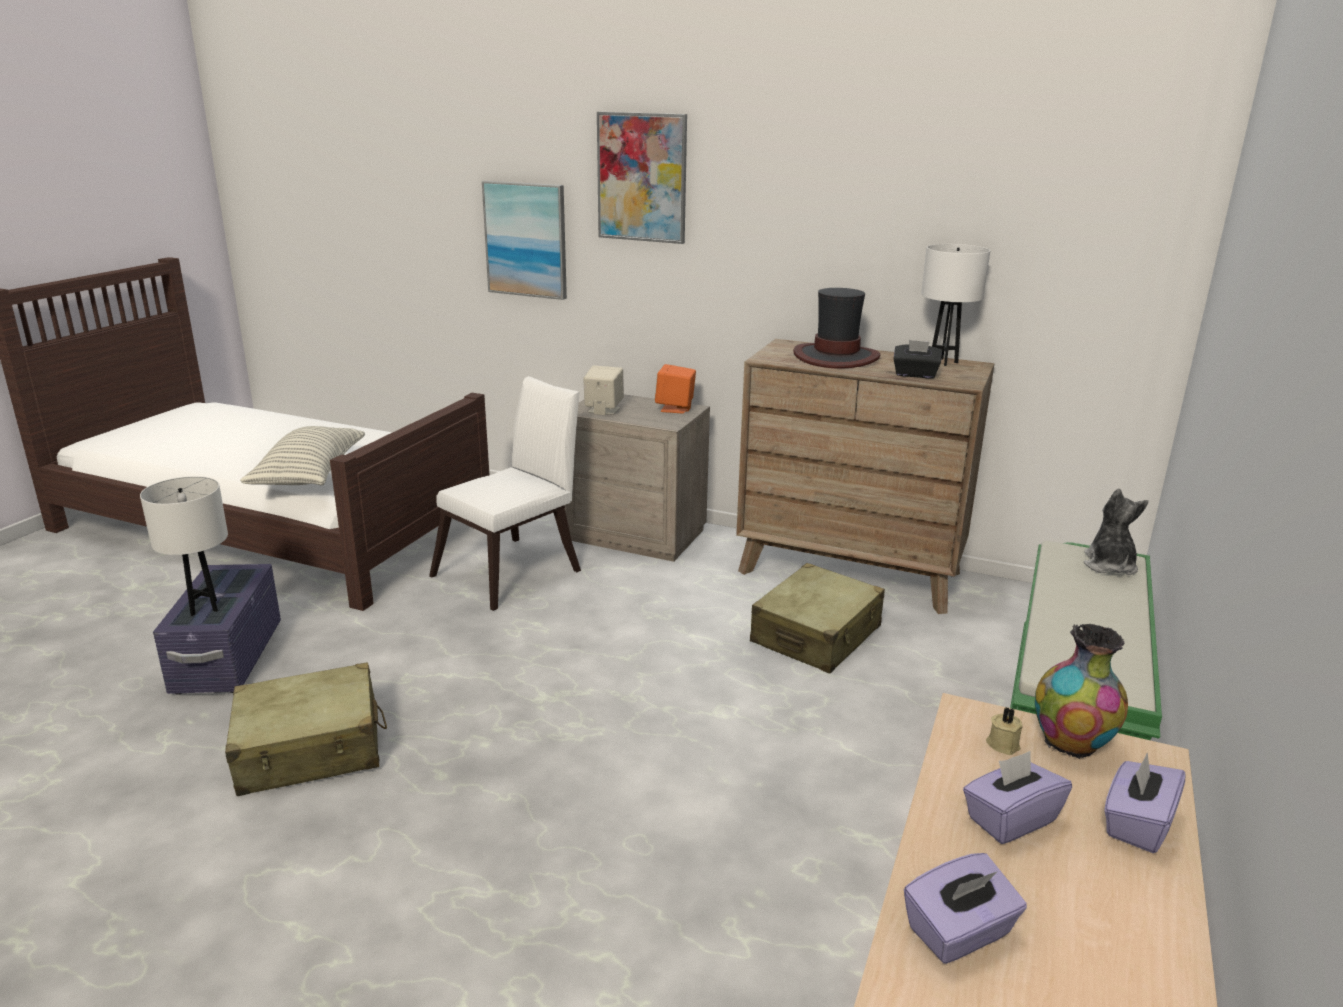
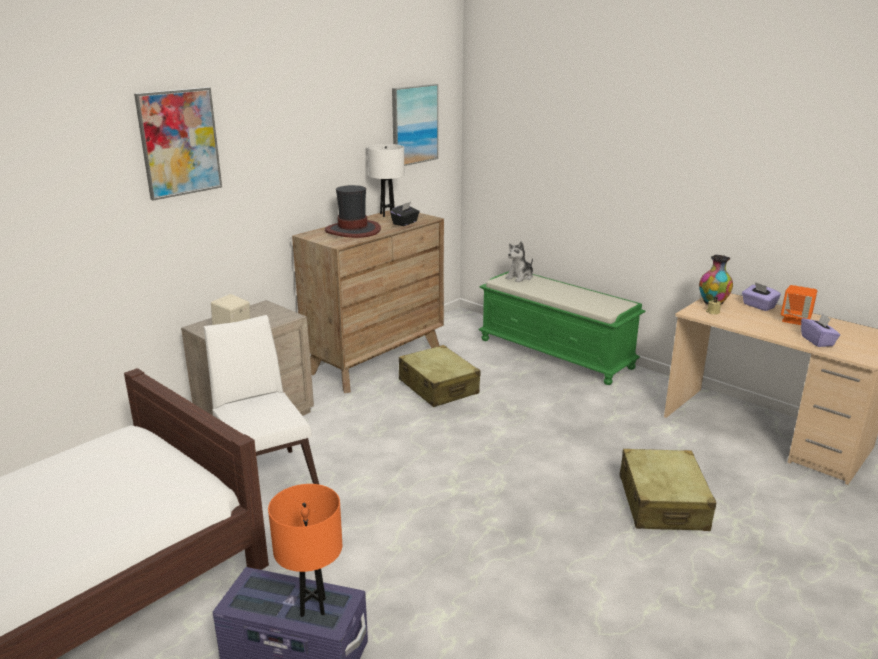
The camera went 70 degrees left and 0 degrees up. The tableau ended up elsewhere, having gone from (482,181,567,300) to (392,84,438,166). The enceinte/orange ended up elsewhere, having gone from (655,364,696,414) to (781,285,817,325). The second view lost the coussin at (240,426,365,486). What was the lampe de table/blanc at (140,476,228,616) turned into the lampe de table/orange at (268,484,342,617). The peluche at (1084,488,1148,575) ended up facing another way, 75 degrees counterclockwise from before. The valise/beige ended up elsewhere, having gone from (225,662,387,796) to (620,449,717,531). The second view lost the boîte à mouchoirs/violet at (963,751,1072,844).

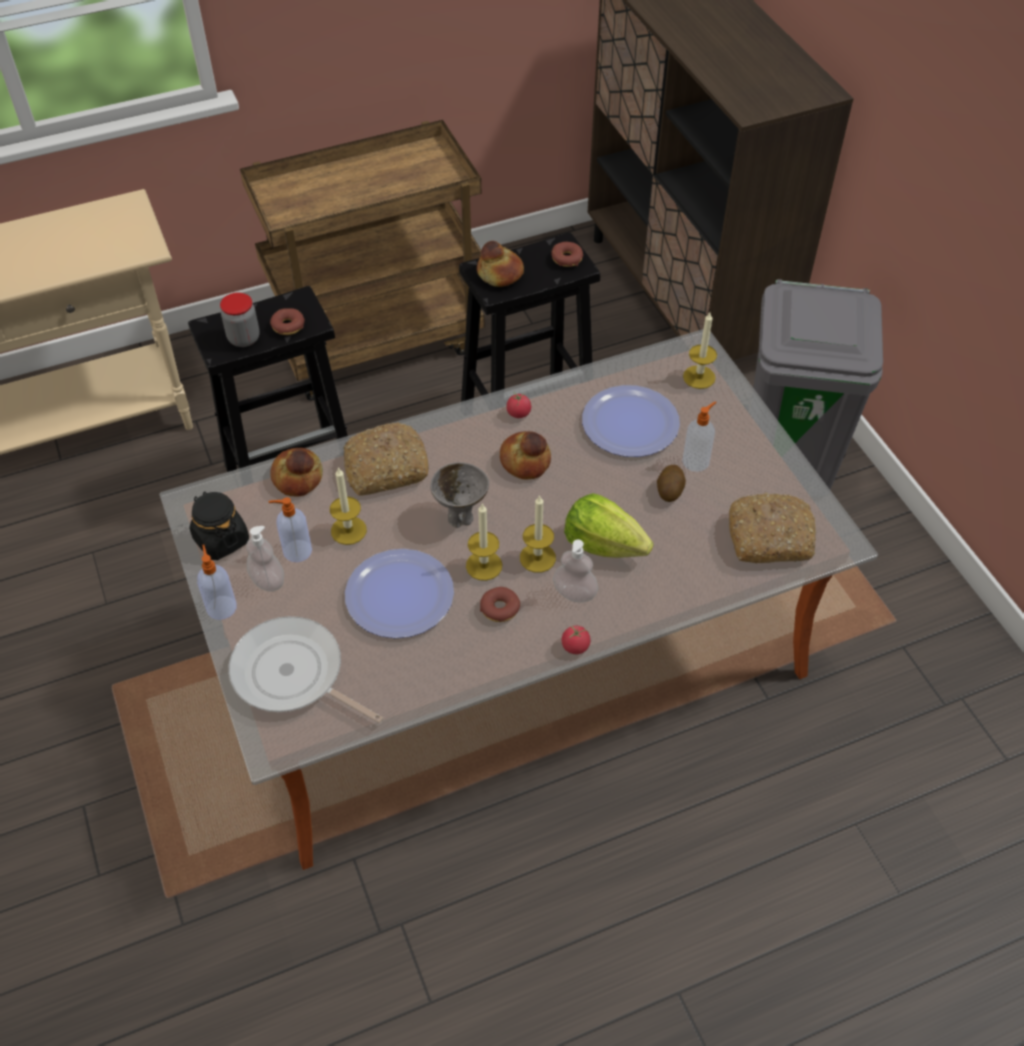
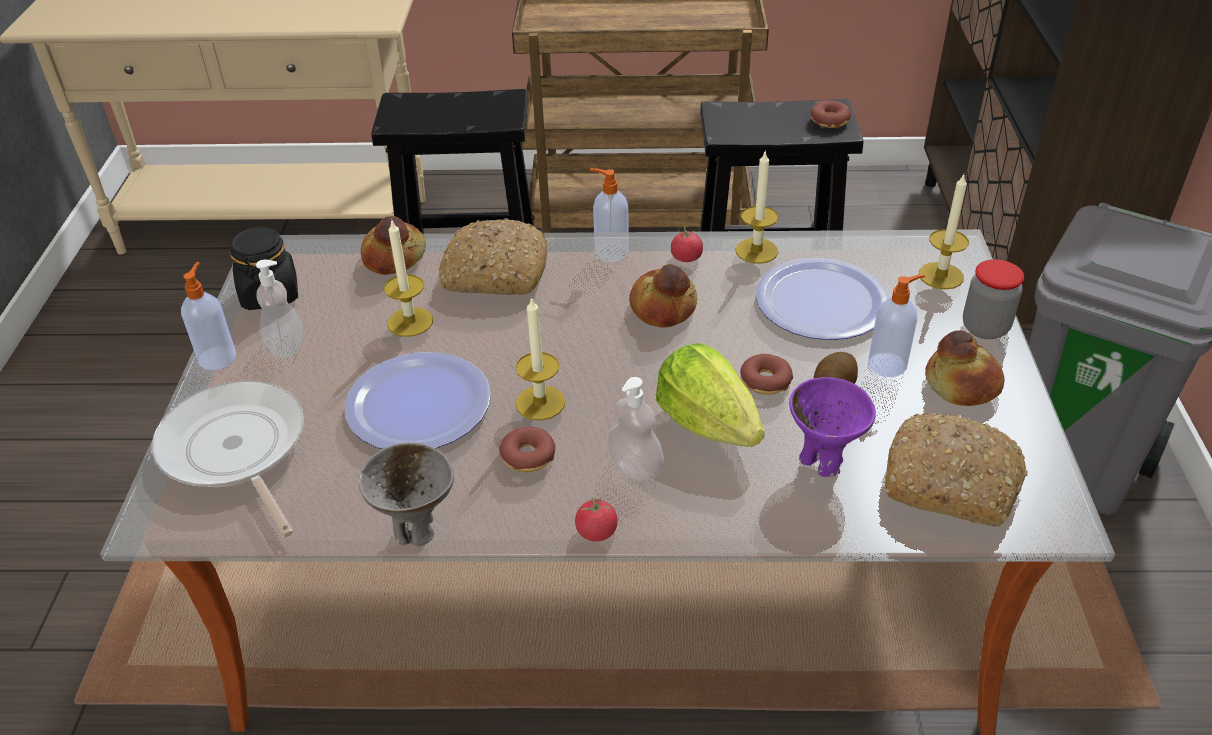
The camera went 25 degrees right and 10 degrees down. The pain ended up elsewhere, having gone from (477,241,524,287) to (925,330,1004,406). The bocal ended up elsewhere, having gone from (220,293,260,347) to (963,259,1024,339). The beignet ended up elsewhere, having gone from (270,308,305,335) to (740,354,793,395). The bol/gris ended up elsewhere, having gone from (430,462,489,528) to (359,442,454,547). The bougie ended up elsewhere, having gone from (520,495,556,573) to (736,152,778,264). The distributeur de savon ended up elsewhere, having gone from (269,497,312,562) to (590,168,629,262). The second view gained the bol/violet at (789,377,876,477).

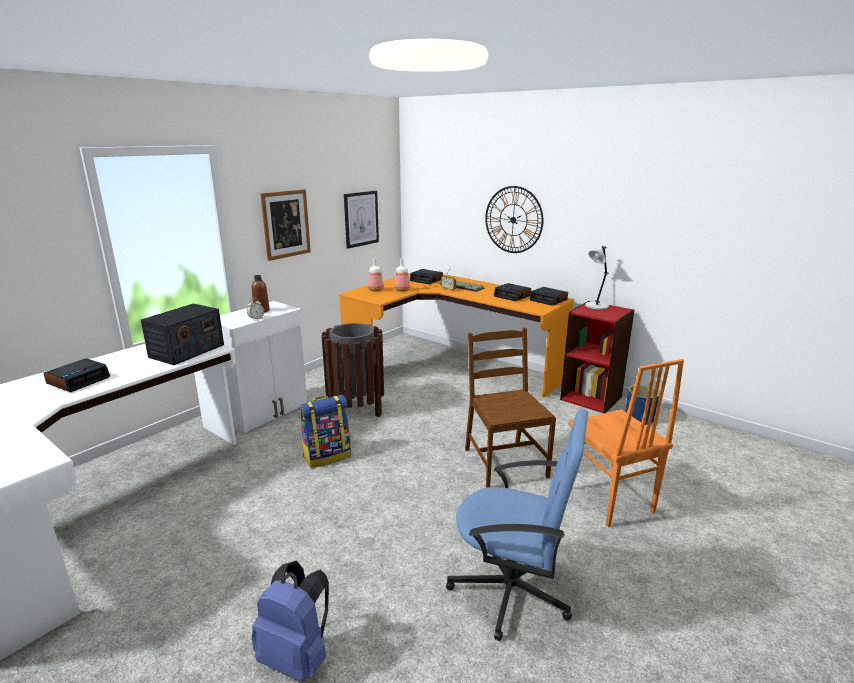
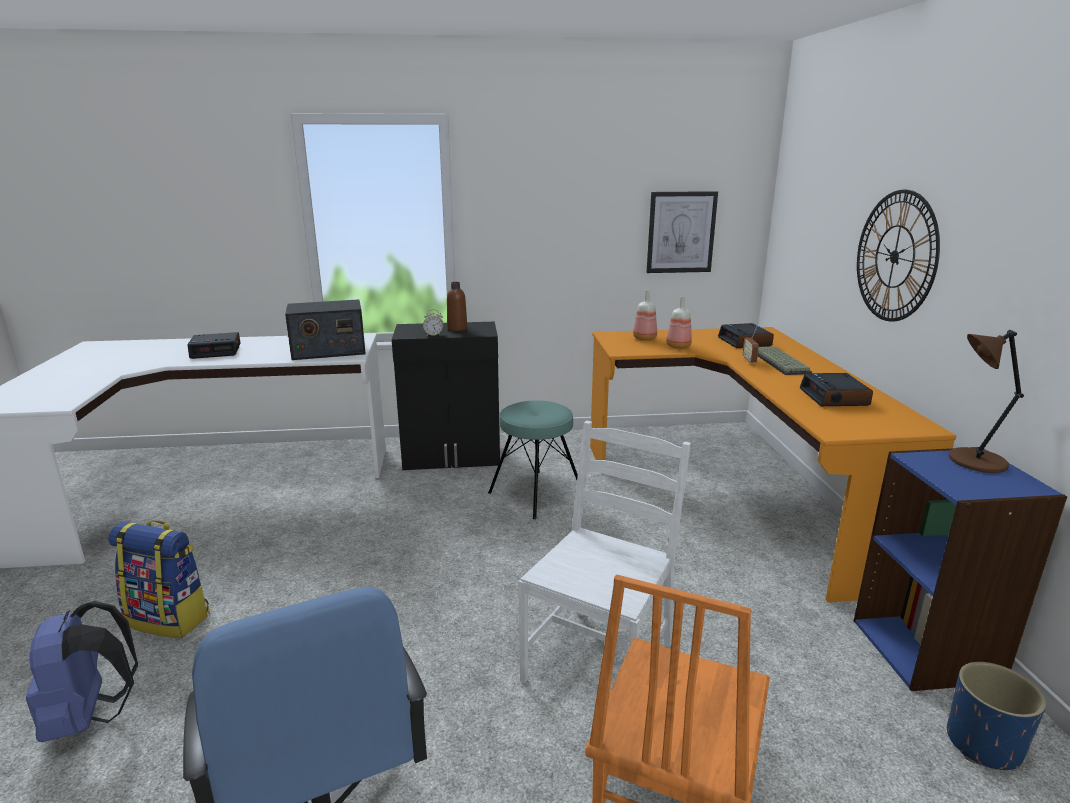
The camera went 45 degrees right and 0 degrees up. The second view lost the tableau at (260,189,311,261). What was the lampe de table/gris at (585,246,609,310) turned into the lampe de table/marron at (949,330,1024,473). The second view lost the réveil at (529,287,568,306). What was the meuble de rangement/blanc at (220,301,308,433) turned into the meuble de rangement/noir at (392,322,500,470). What was the bibliothèque/rouge at (560,301,635,413) turned into the bibliothèque/bleu at (854,447,1067,691). Where the poubelle/marron stood at (321,323,384,417), the tabouret/turquoise came to stand at (488,400,578,519). What was the chaise/marron at (465,328,556,488) turned into the chaise/blanc at (518,421,691,683). The sac à dos ended up elsewhere, having gone from (300,395,351,468) to (108,520,210,638).

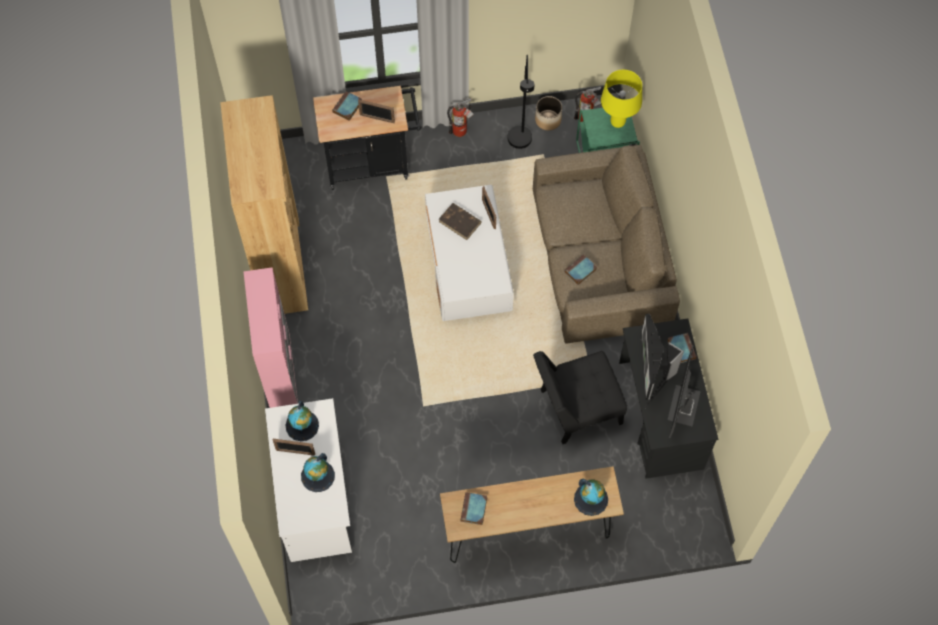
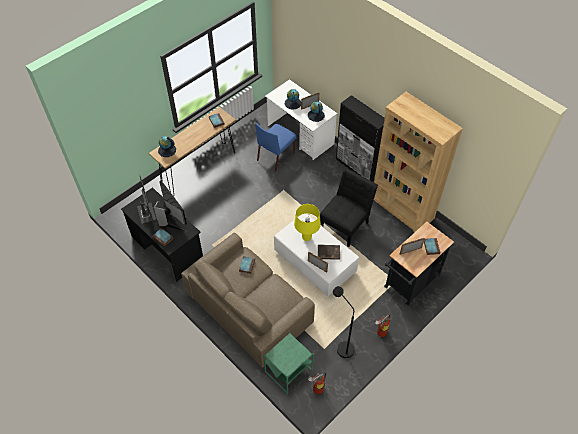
The camera went 145 degrees right and 10 degrees down. The lampe de table/jaune ended up elsewhere, having gone from (601,70,642,128) to (294,204,321,241). The second view lost the cache-pot at (535,96,562,131). What was the meuble de rangement/rose at (244,267,298,408) turned into the meuble de rangement/noir at (336,95,385,182). The chaise/noir ended up elsewhere, having gone from (533,351,627,444) to (320,168,378,247). The second view gained the chaise/bleu at (255,123,297,172).

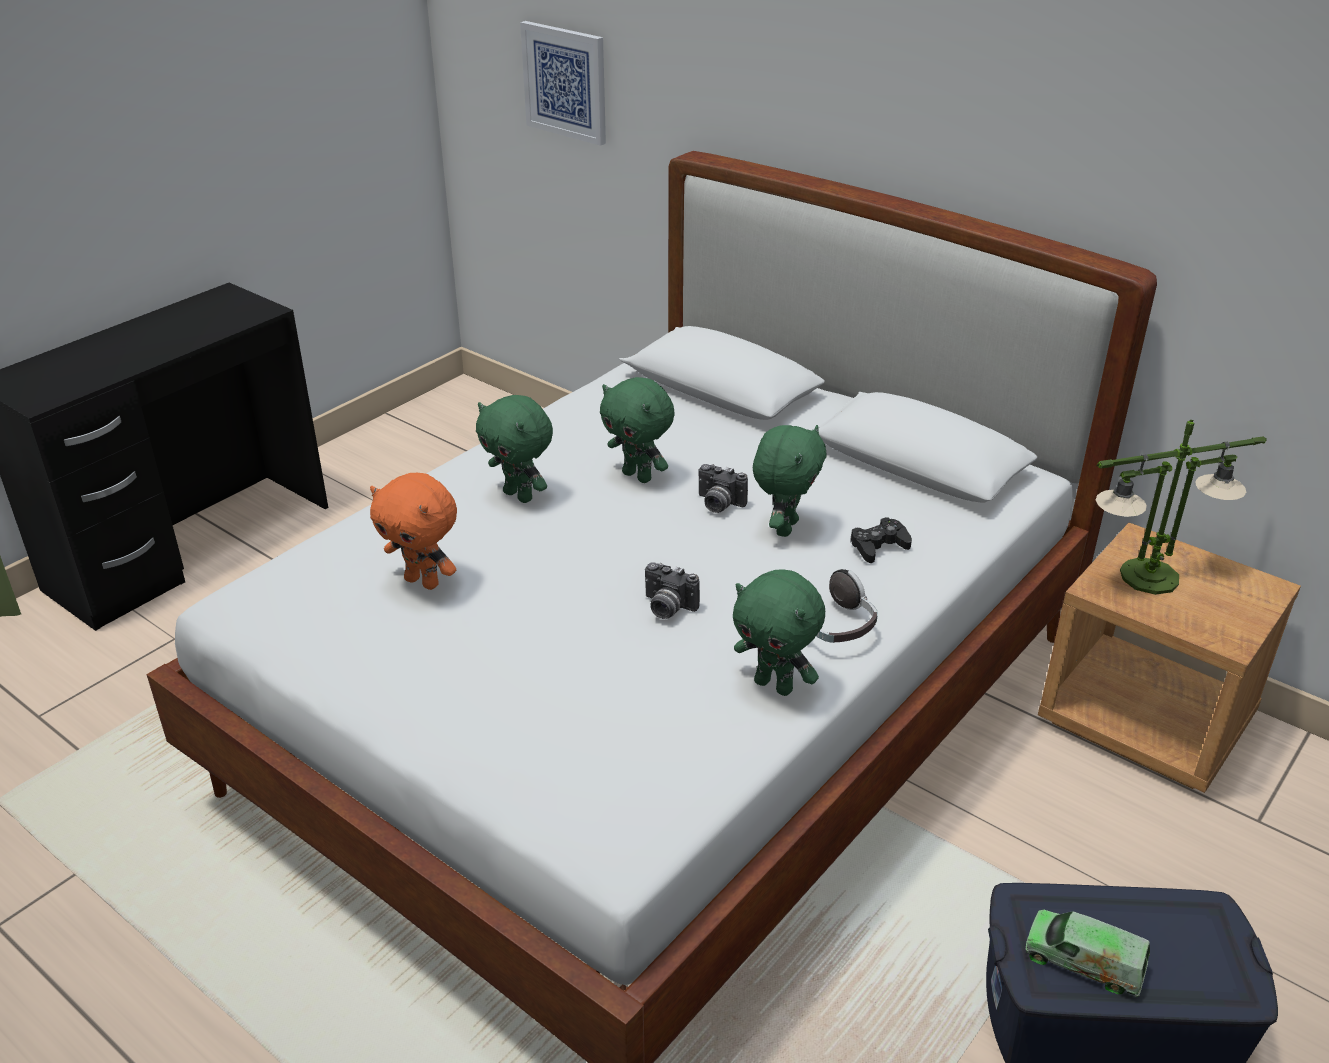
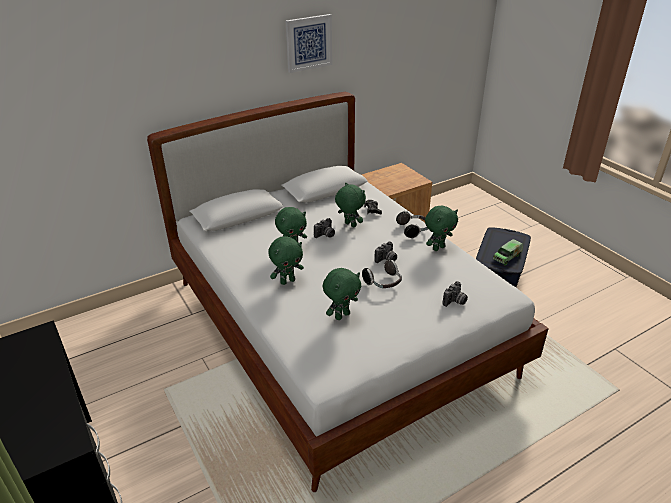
The camera went 70 degrees left and 0 degrees up. The tableau ended up elsewhere, having gone from (520,21,606,146) to (286,14,332,73). The second view lost the lampe de table at (1096,420,1267,595). What was the peluche/orange at (370,473,457,590) turned into the peluche/vert at (323,268,361,320). The second view gained the casque audio at (362,259,402,288). The second view gained the appareil photo at (442,281,468,307).

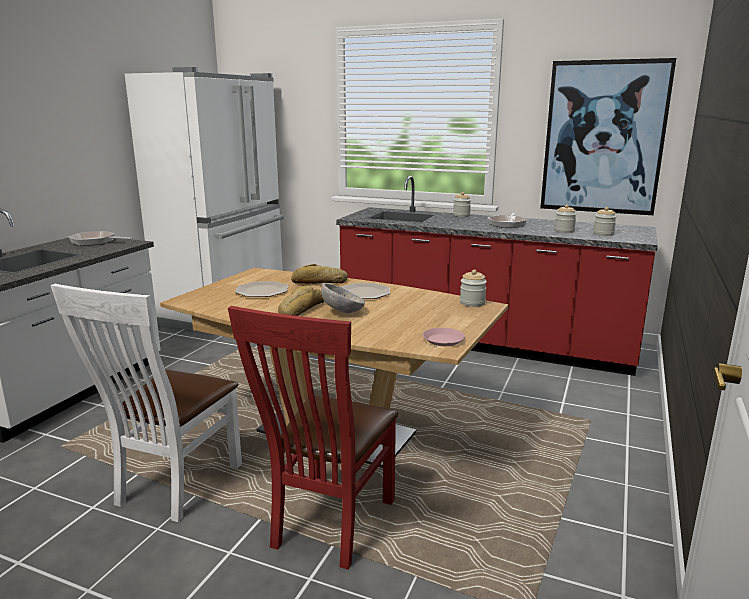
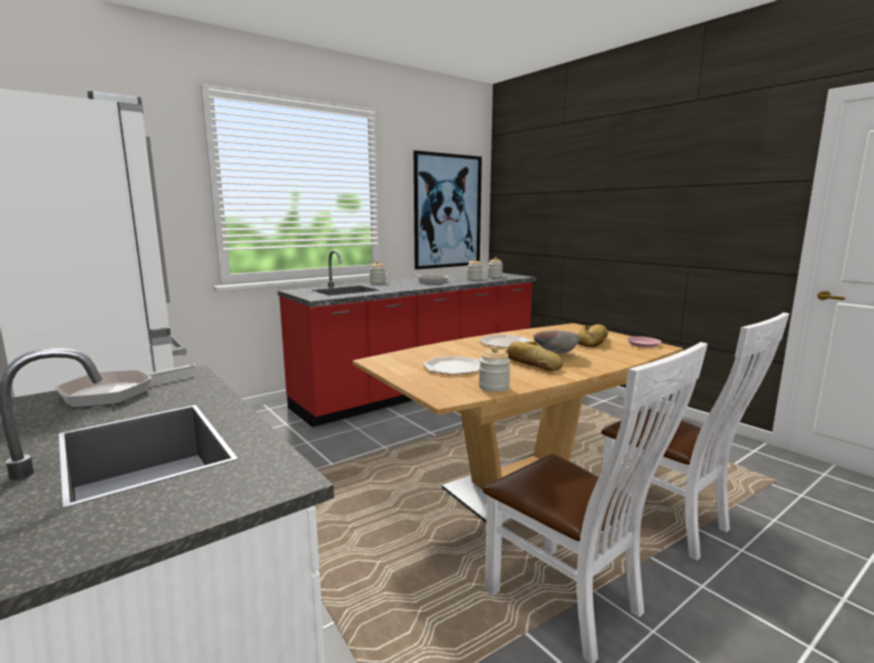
The camera went 60 degrees left and 5 degrees down. The pain ended up elsewhere, having gone from (291,264,348,284) to (578,324,608,347). The bocal ended up elsewhere, having gone from (460,270,487,307) to (479,346,511,392). What was the chaise/rouge at (228,306,398,570) turned into the chaise/blanc at (601,312,789,561).

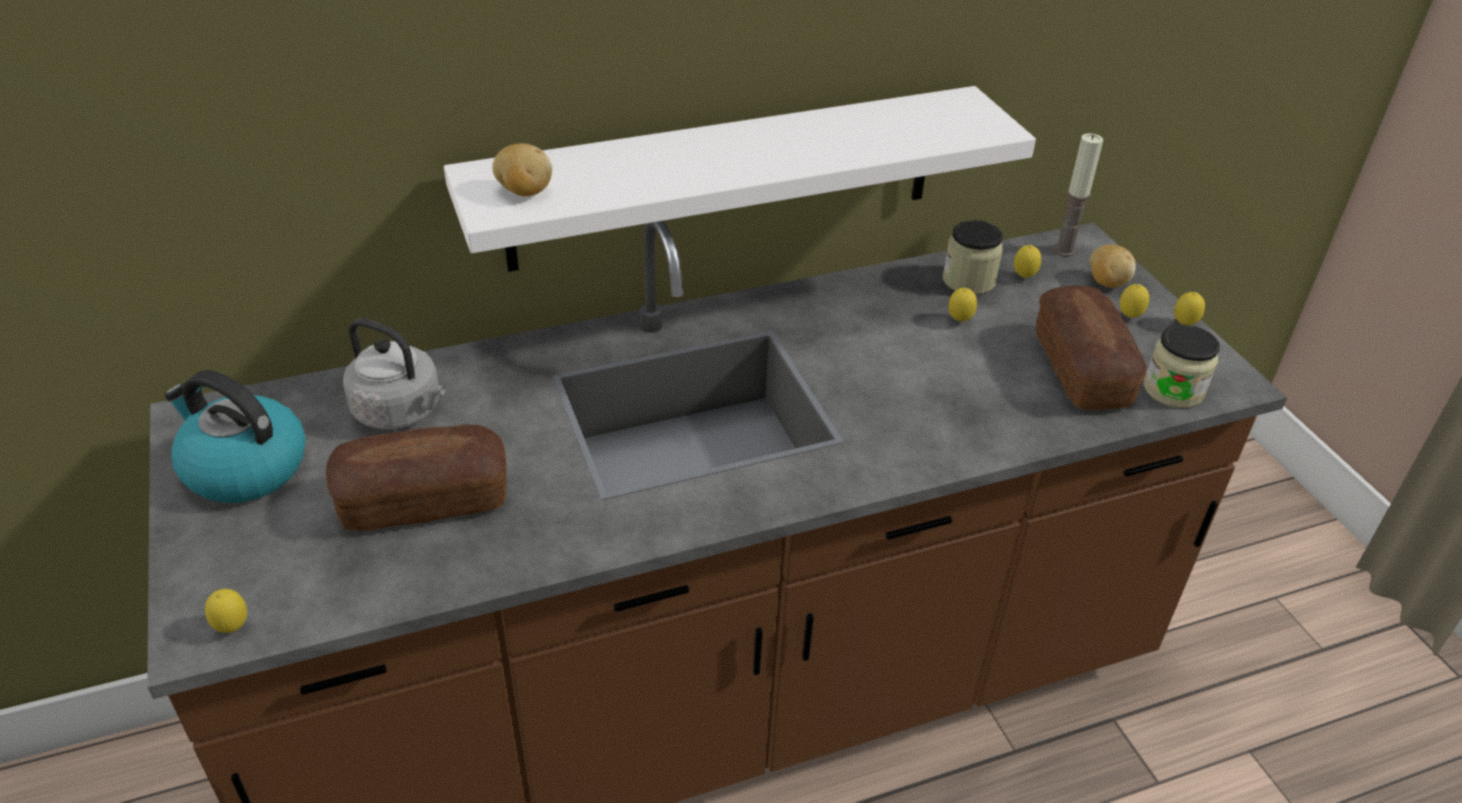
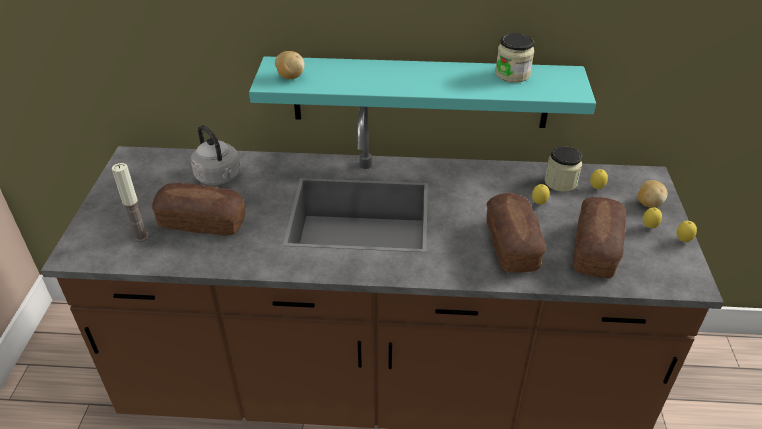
The camera went 25 degrees right and 0 degrees up. What was the étagère/blanc at (444,86,1036,272) turned into the étagère/turquoise at (249,56,596,128). The bougie ended up elsewhere, having gone from (1054,133,1103,256) to (112,163,149,242). The bocal ended up elsewhere, having gone from (1144,325,1220,408) to (495,33,534,83). The second view lost the bouilloire at (164,370,306,503). The second view lost the citron at (205,589,247,633). The second view gained the pain at (486,193,546,273).

